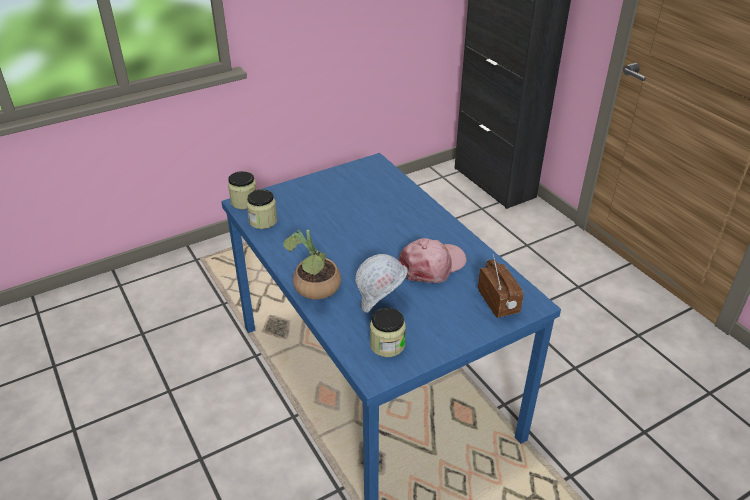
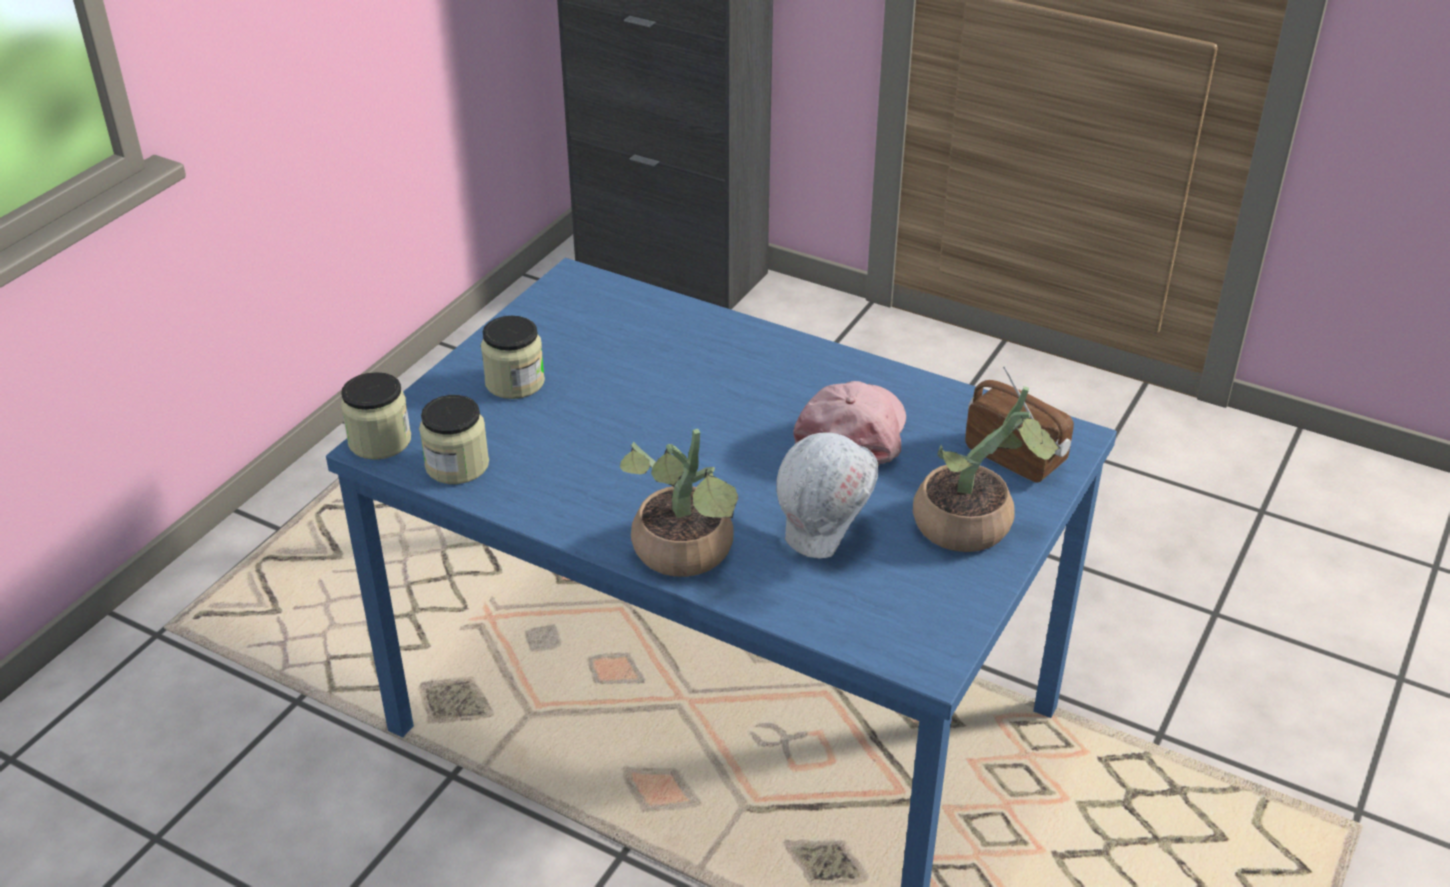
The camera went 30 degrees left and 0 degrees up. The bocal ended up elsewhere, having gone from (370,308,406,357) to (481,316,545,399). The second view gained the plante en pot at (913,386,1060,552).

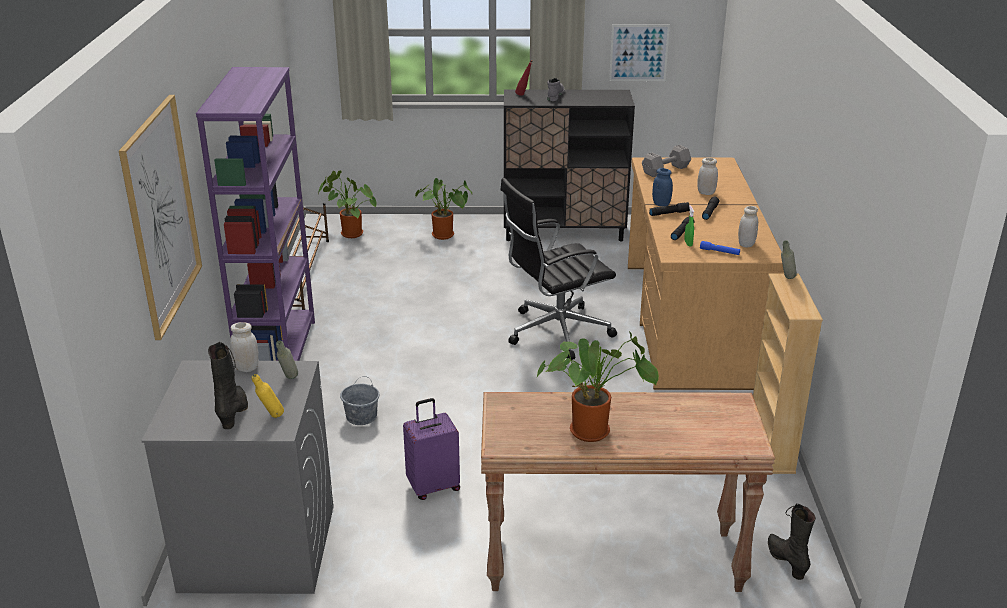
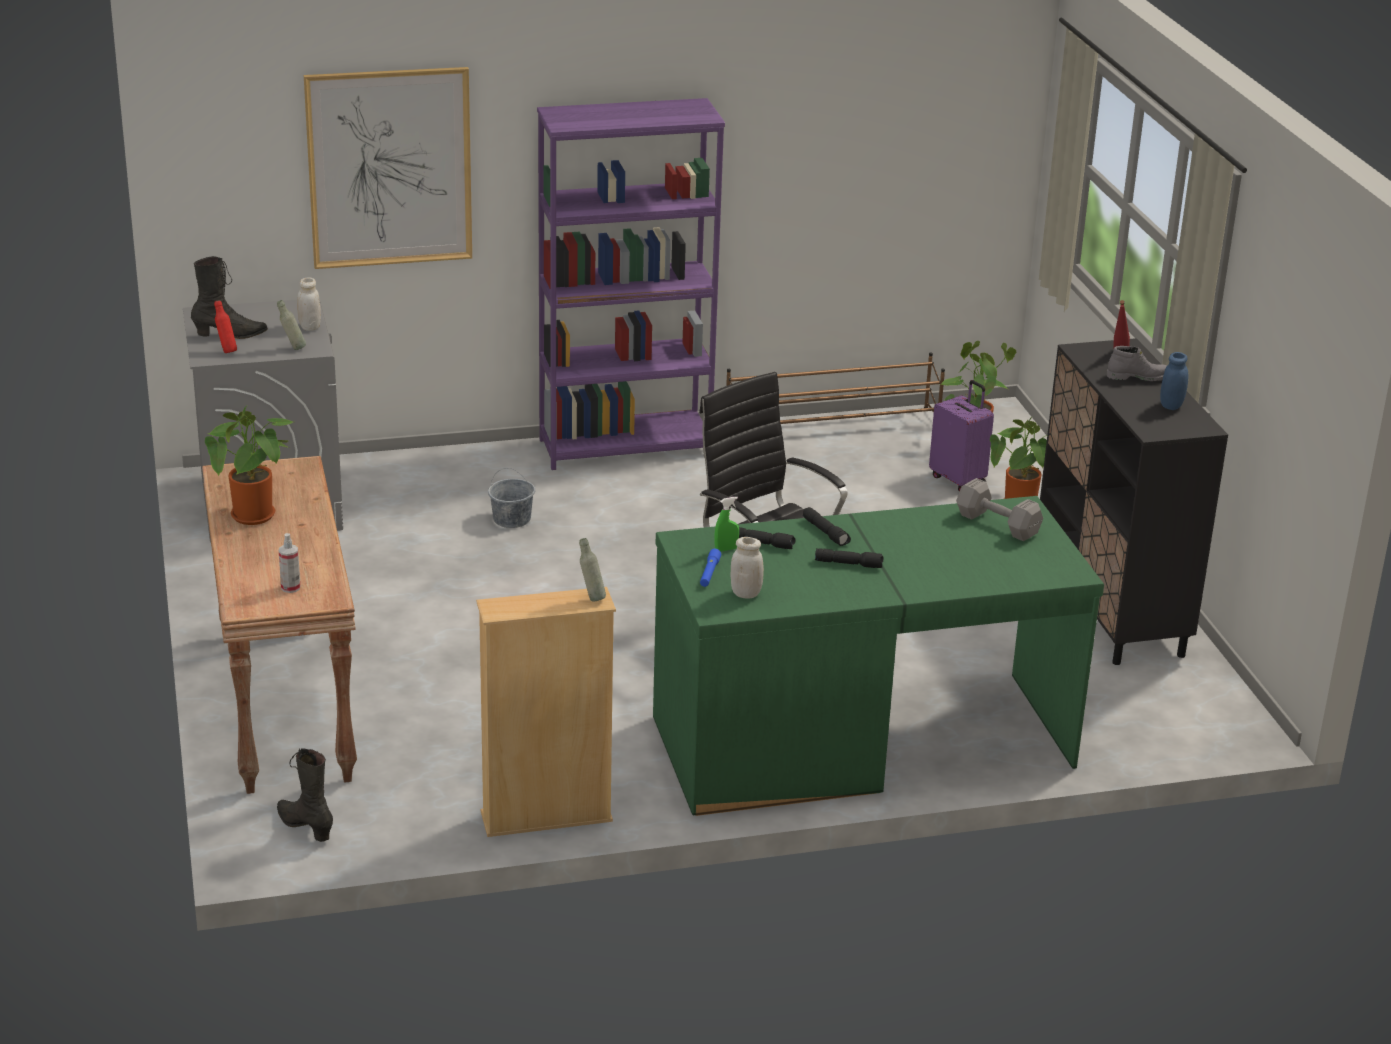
The camera went 75 degrees right and 0 degrees up. The second view lost the tableau at (609,25,670,81). What was the bureau/marron at (628,157,784,390) turned into the bureau/vert at (653,496,1104,816). The second view lost the bocal/blanc at (697,158,718,195). The bocal/bleu ended up elsewhere, having gone from (652,168,673,207) to (1160,352,1188,410). What was the bouteille/jaune at (251,374,284,418) turned into the bouteille/rouge at (214,300,237,353). The valise/violet ended up elsewhere, having gone from (403,398,460,500) to (929,380,994,492). The botte/noir at (768,503,816,580) ended up facing another way, 105 degrees counterclockwise from before. The second view gained the vaporisateur at (279,533,300,593).

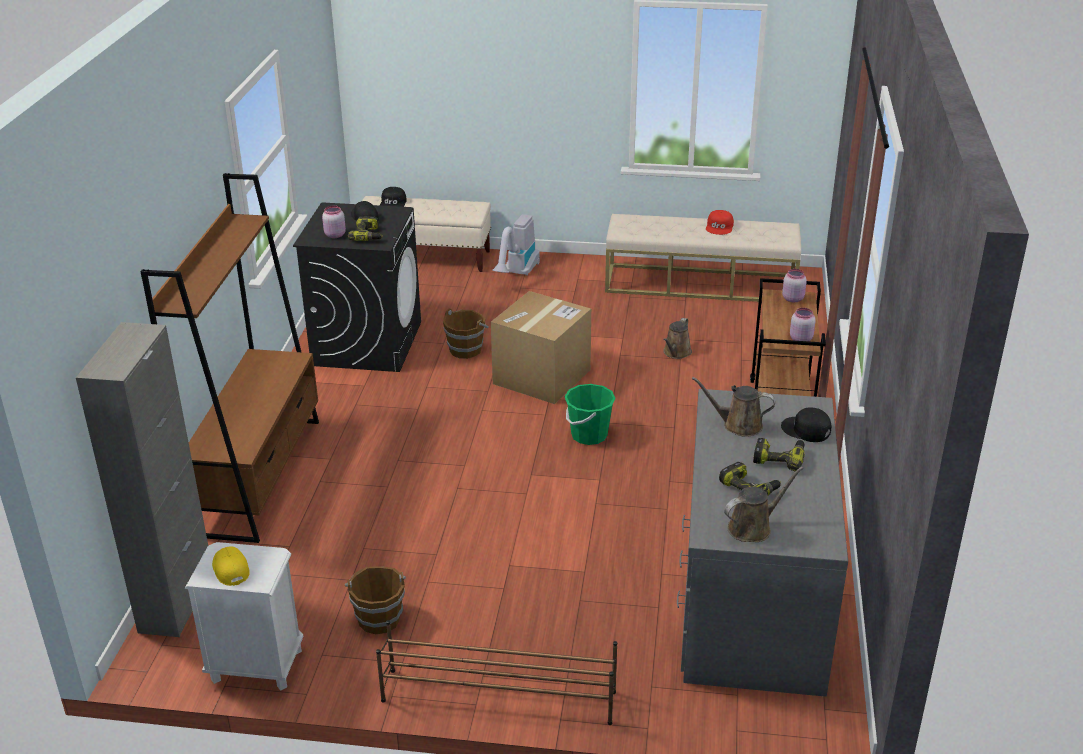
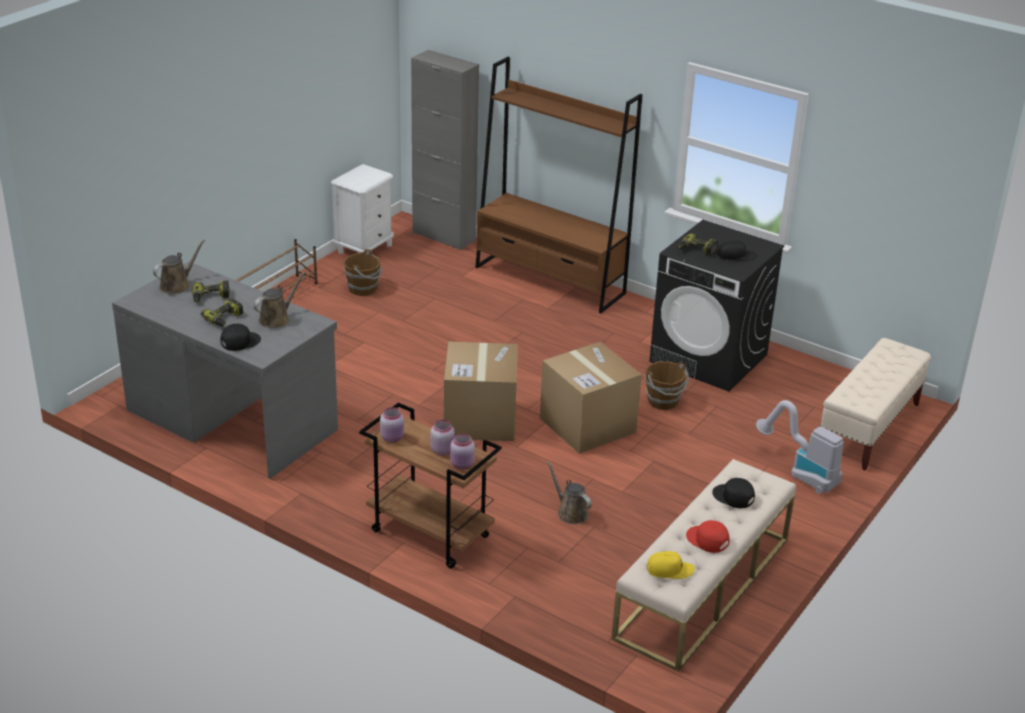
The camera went 115 degrees right and 0 degrees up. The casquette/noir ended up elsewhere, having gone from (380,187,407,207) to (712,478,755,508). The bocal/rose ended up elsewhere, having gone from (322,205,346,238) to (430,420,455,455). Where the seau/vert stood at (565,384,616,445), the carton came to stand at (444,341,518,441). The arrosoir/marron at (724,467,803,542) ended up facing another way, 135 degrees counterclockwise from before. The casquette/jaune ended up elsewhere, having gone from (212,546,250,586) to (646,551,695,579).

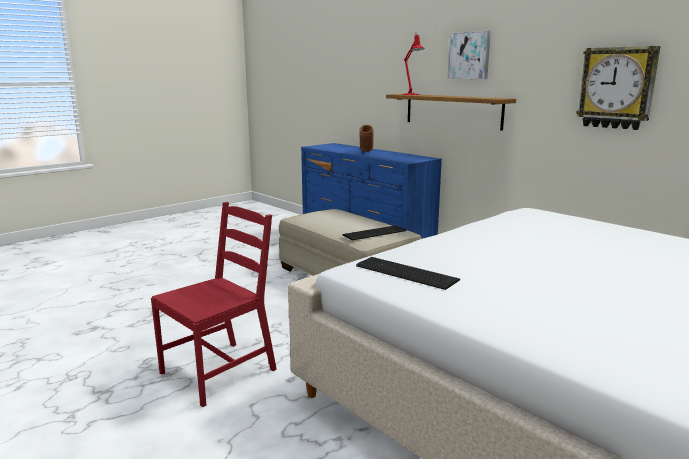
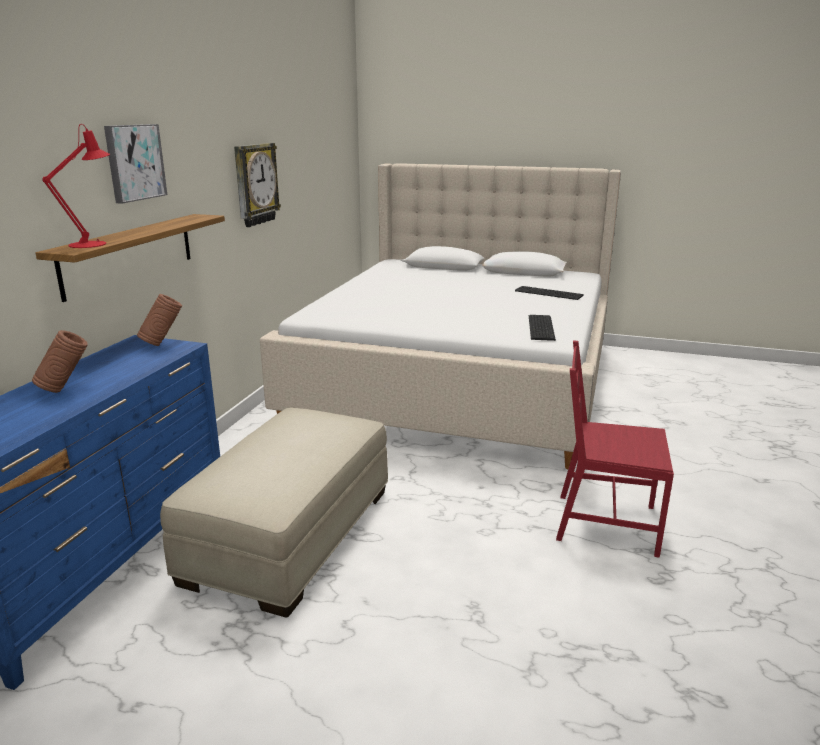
The camera went 120 degrees left and 5 degrees up. The clavier ended up elsewhere, having gone from (343,225,407,240) to (515,286,584,300). The second view gained the vase/marron at (137,294,182,346).

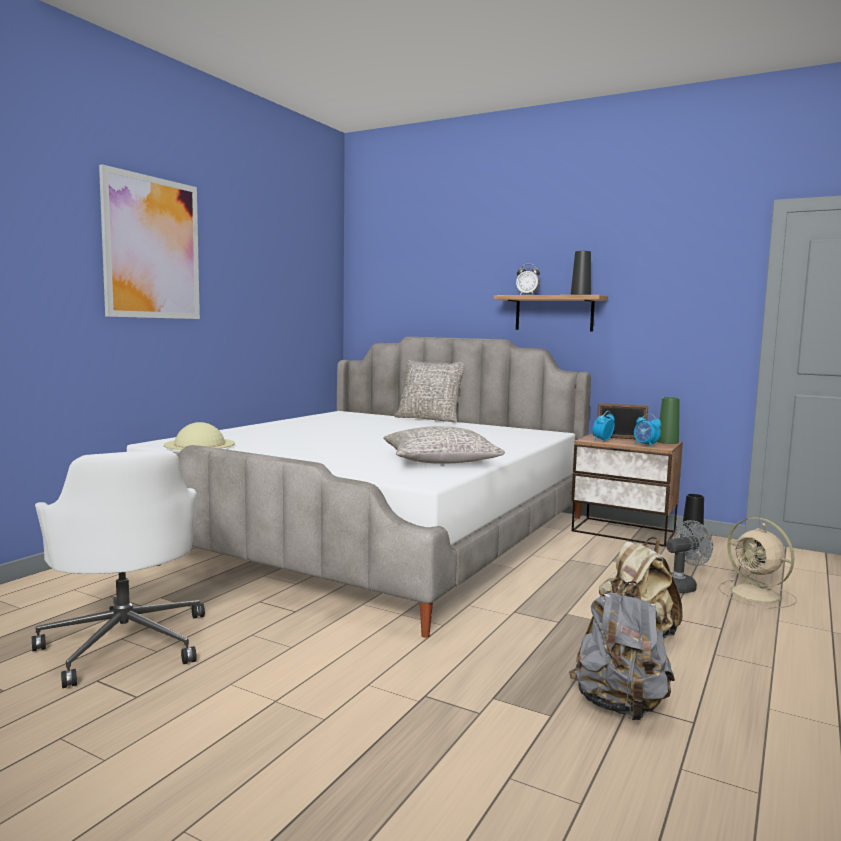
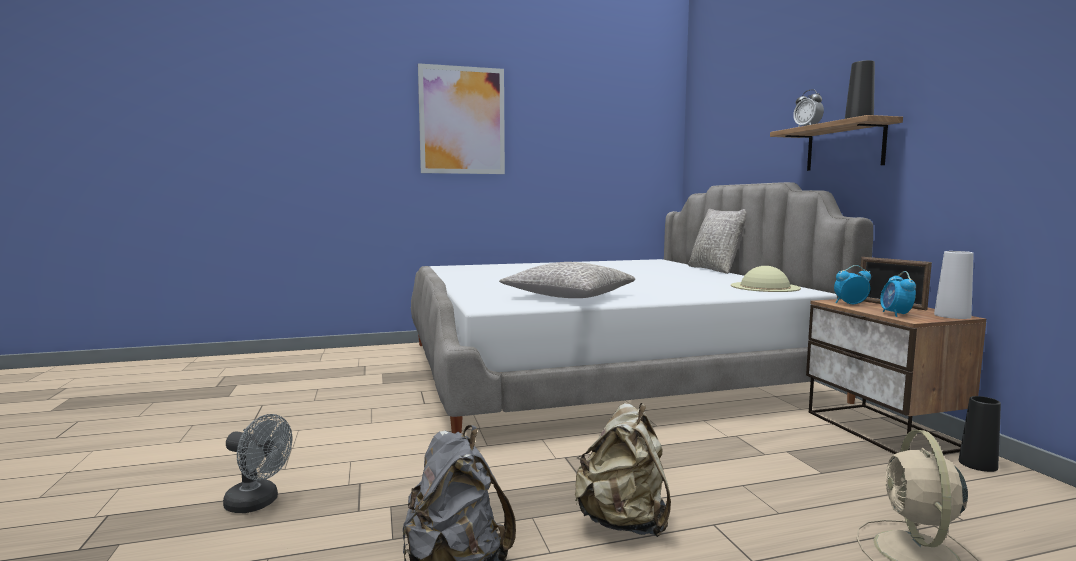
The camera went 45 degrees right and 0 degrees up. What was the vase/vert at (657,397,680,444) turned into the vase/blanc at (934,251,974,319). The chapeau/beige ended up elsewhere, having gone from (164,422,235,450) to (731,266,801,292). The second view lost the chaise de bureau/blanc at (32,450,205,688). The ventilateur/gris ended up elsewhere, having gone from (666,520,713,593) to (223,414,292,513).

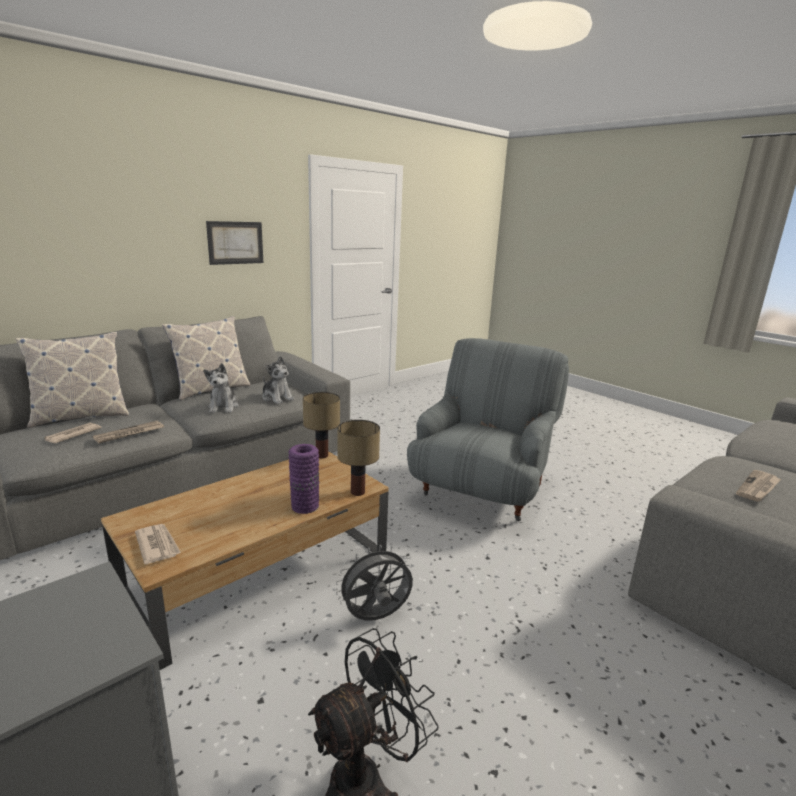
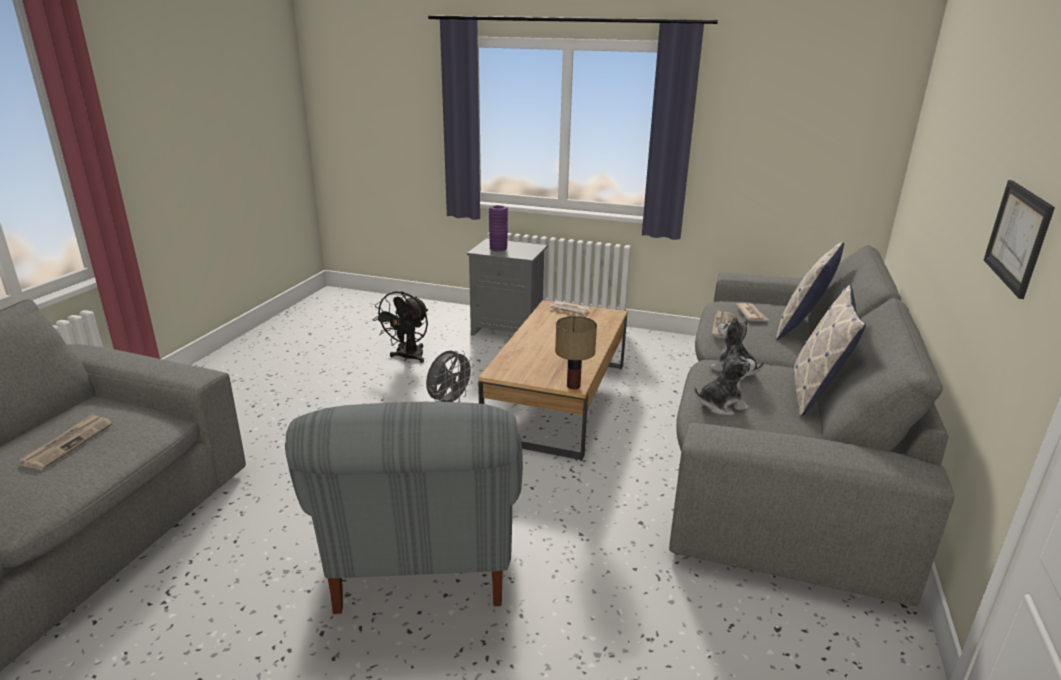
The camera went 150 degrees right and 5 degrees up. The peluche at (262,356,294,404) ended up facing another way, 150 degrees clockwise from before. The second view lost the lampe de table at (337,420,380,496). The vase/violet ended up elsewhere, having gone from (288,444,319,514) to (489,205,508,251).

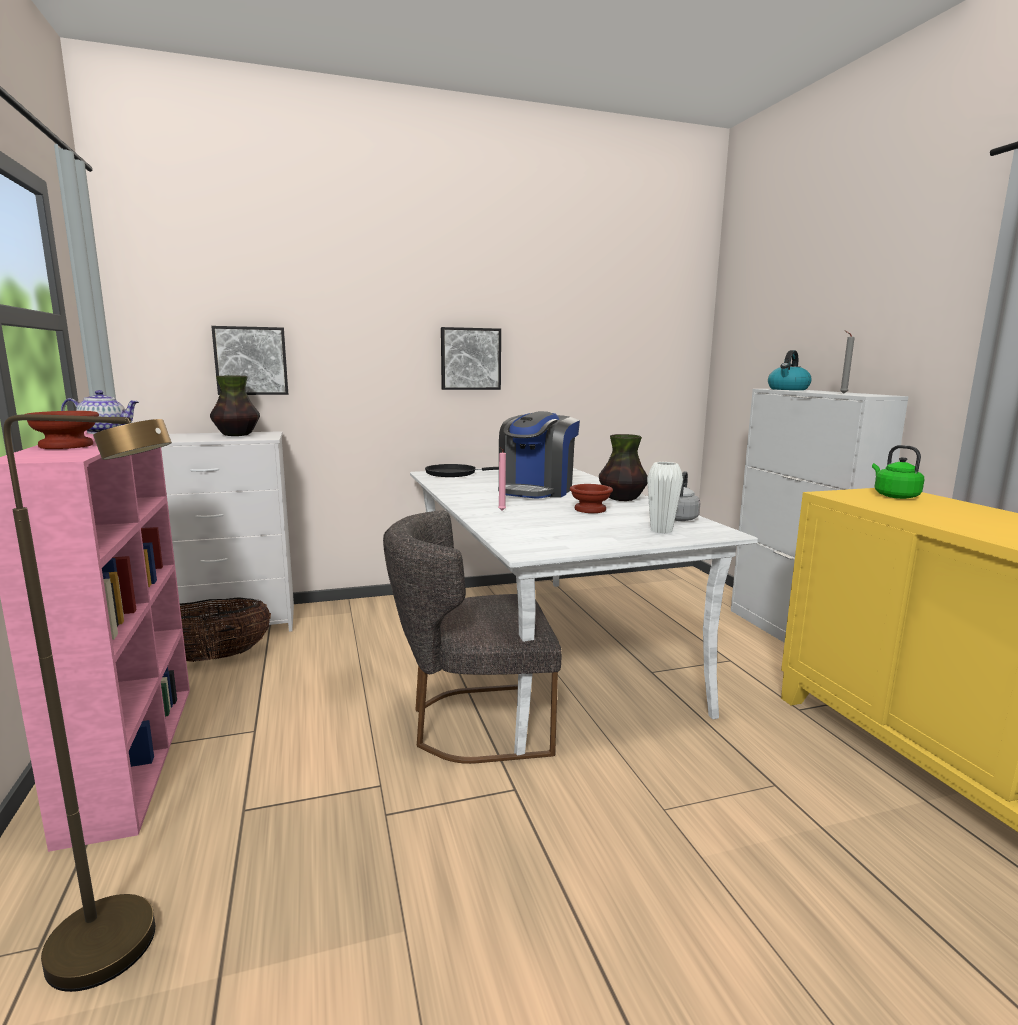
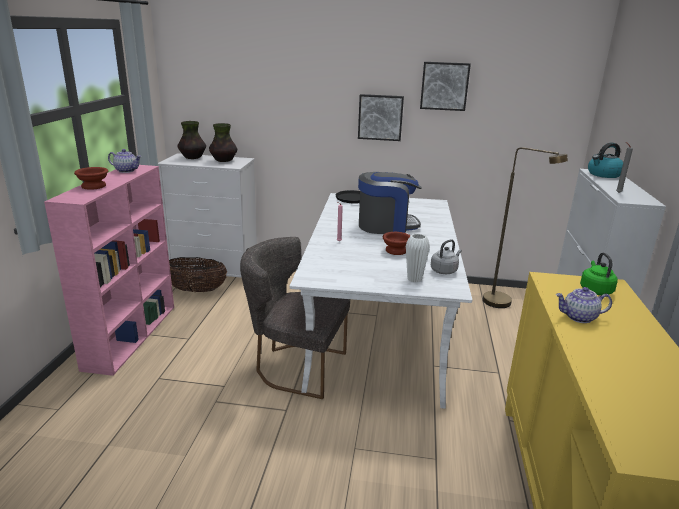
The camera went 25 degrees right and 10 degrees up. The tableau ended up elsewhere, having gone from (211,326,288,395) to (420,62,471,111). The machine à café at (498,411,580,499) ended up facing another way, 150 degrees counterclockwise from before. The lampadaire/marron ended up elsewhere, having gone from (3,414,172,992) to (483,147,568,308). The vase ended up elsewhere, having gone from (599,434,648,501) to (177,121,206,159). The second view gained the théière at (555,287,612,323).

